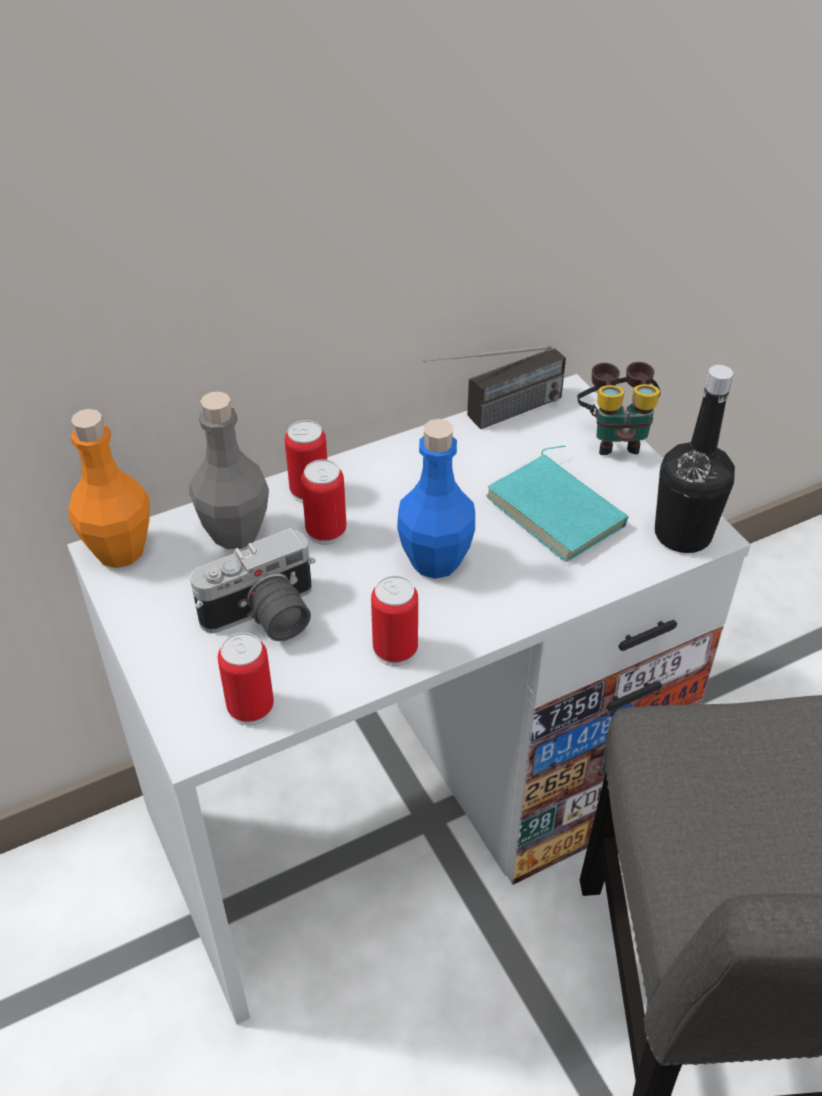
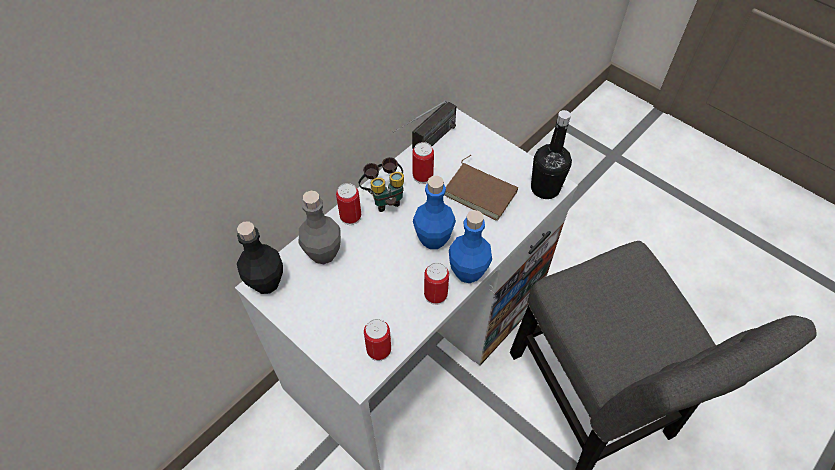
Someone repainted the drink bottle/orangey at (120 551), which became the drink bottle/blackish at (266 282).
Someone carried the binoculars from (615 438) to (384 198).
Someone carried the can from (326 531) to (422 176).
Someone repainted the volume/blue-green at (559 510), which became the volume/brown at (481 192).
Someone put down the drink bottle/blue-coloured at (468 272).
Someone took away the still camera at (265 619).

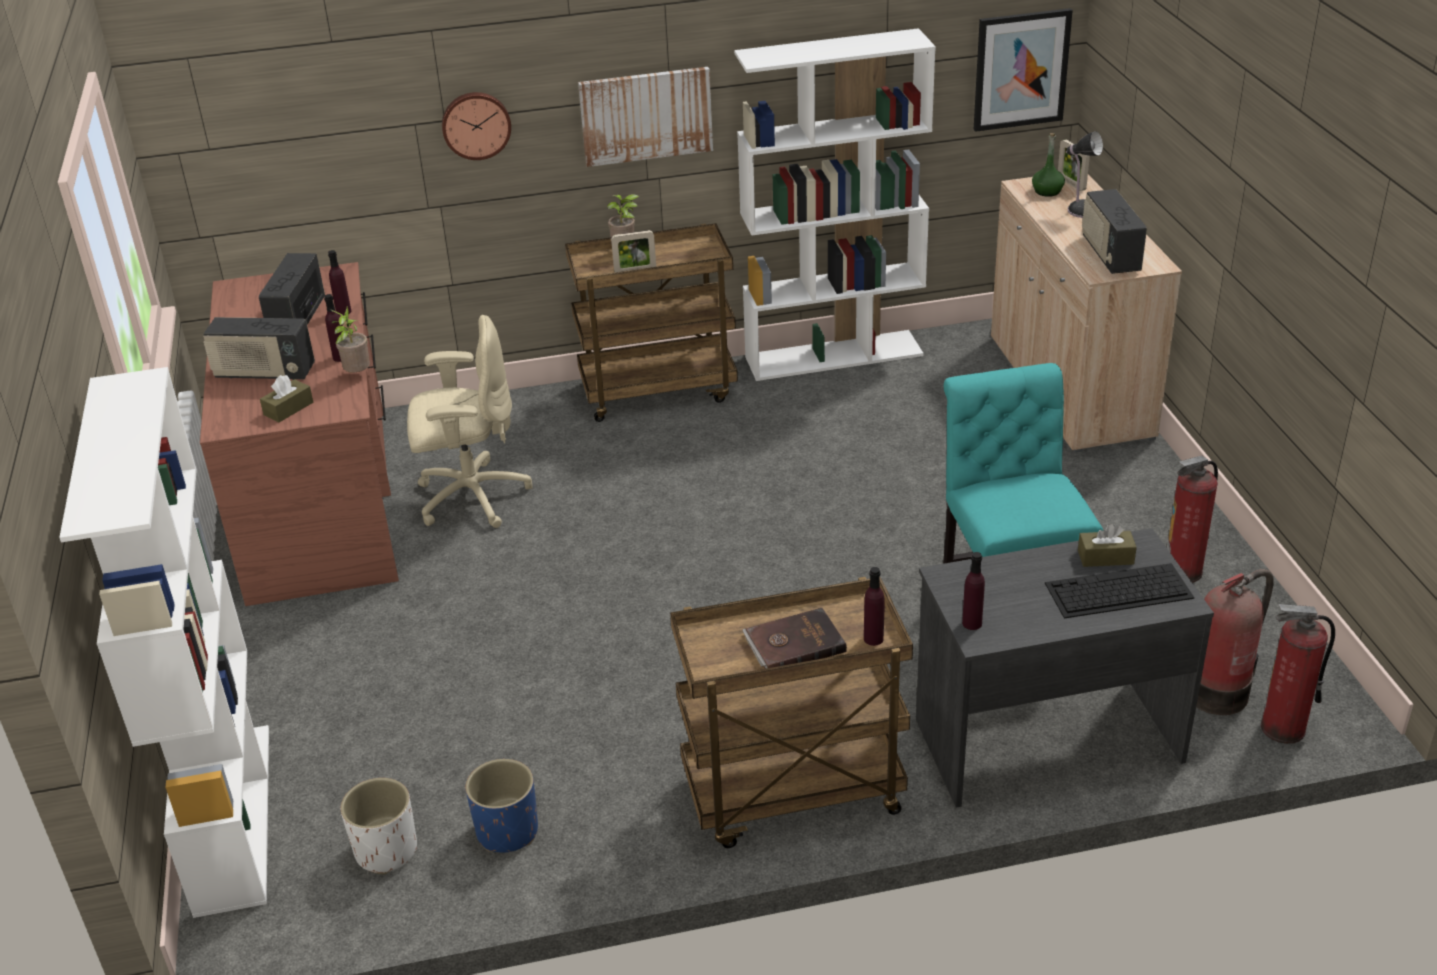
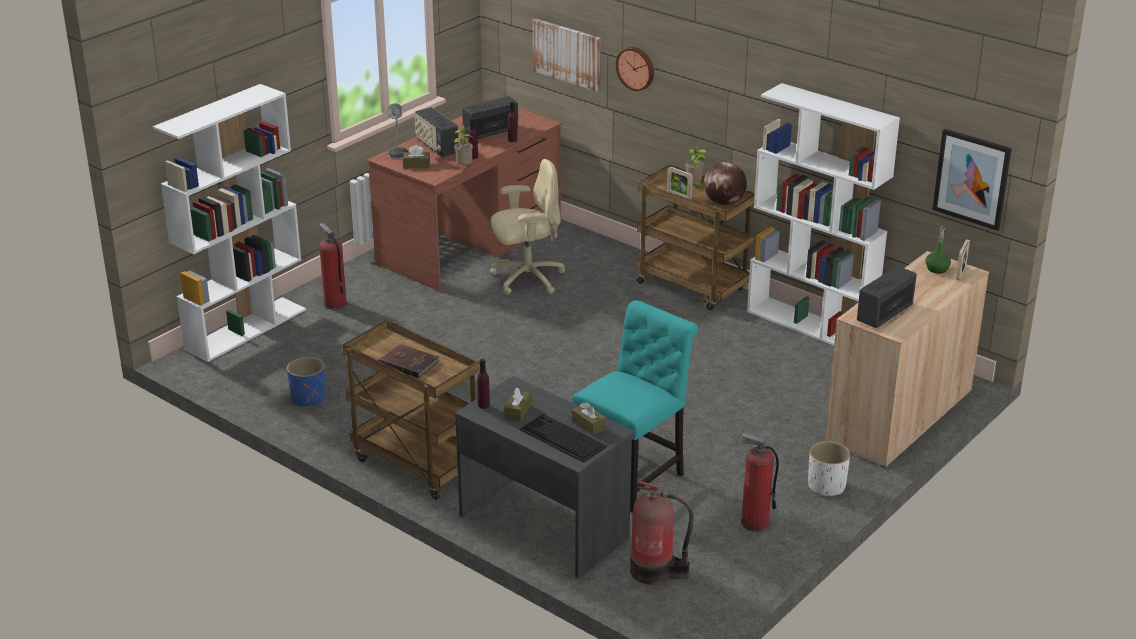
Someone carried the extinguisher from (1282 728) to (335 304).
Someone carried the tabletop lamp from (1082 210) to (398 153).
Someone rotated the office chair/beige-coloured at (471 497) by 60 degrees counterclockwise.
Someone put down the box of tissues/brown at (518 411).
Someone carried the wall picture from (646 115) to (567 54).
Someone put down the world globe at (724 203).
Someone carried the flower pot/whitish from (386 850) to (826 486).
Someone took away the drink bottle/purple at (873 639).

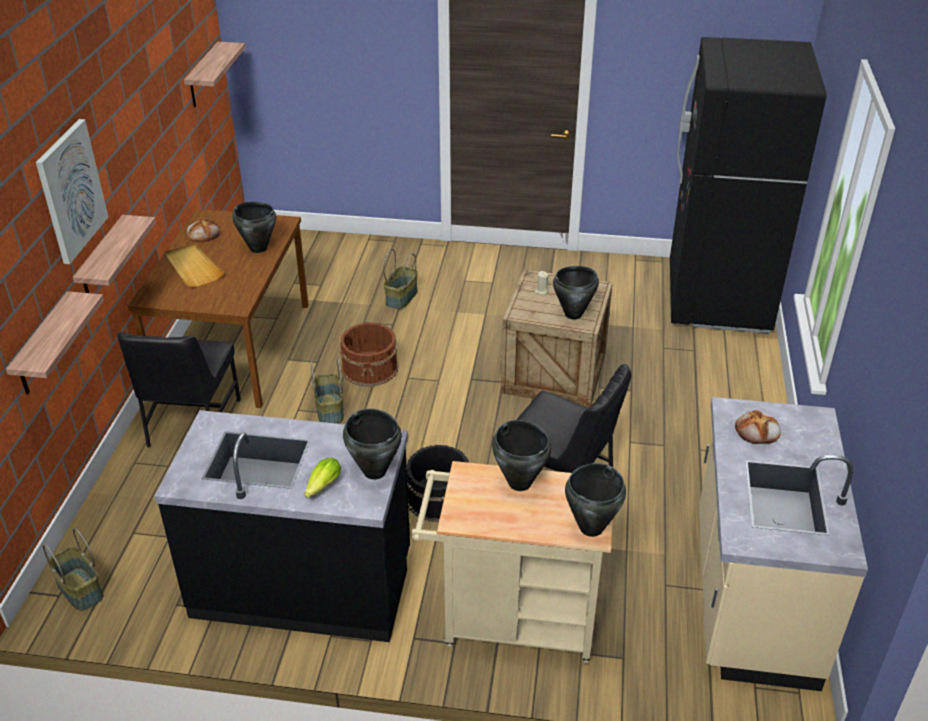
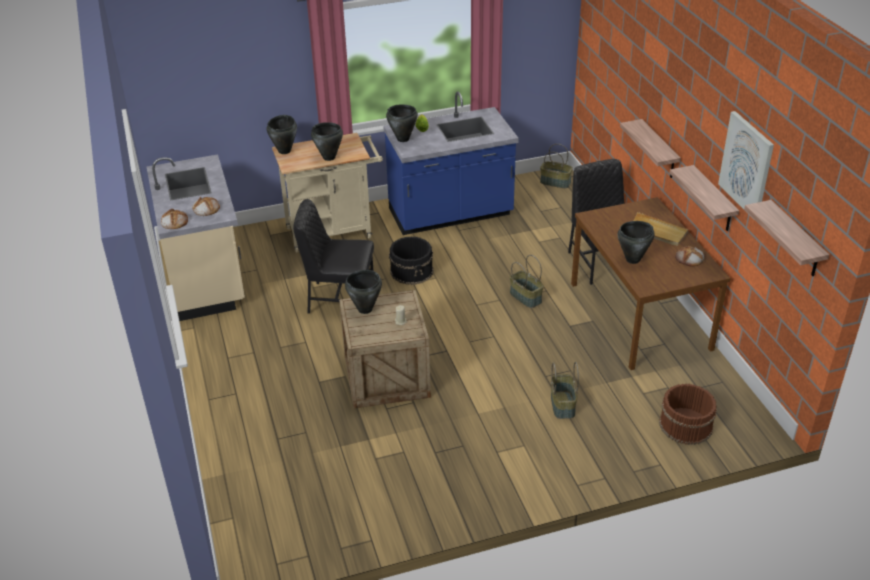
Someone put down the baked bread at (174 221).
Someone repainted the counter/blackish at (303 584), which became the counter/blue-coloured at (450 214).
Someone carried the pail/brown from (370 368) to (685 425).
Someone carried the wall shelf from (43 346) to (713 200).
Someone carried the wall picture from (71 191) to (746 164).
Someone took away the kitchen fridge/blackish at (718 299).

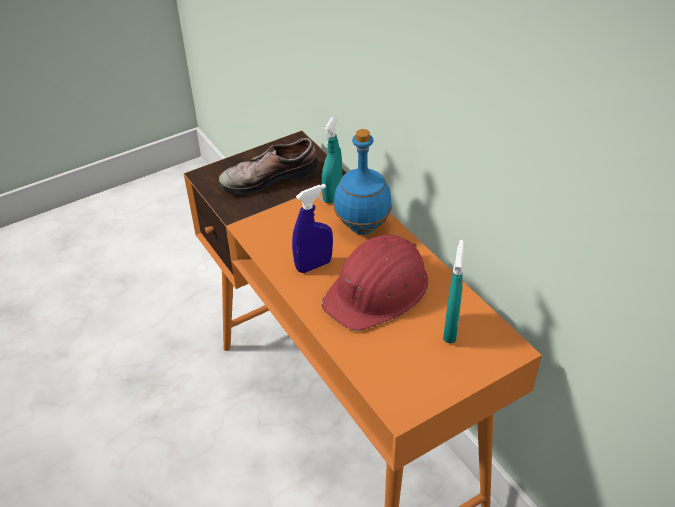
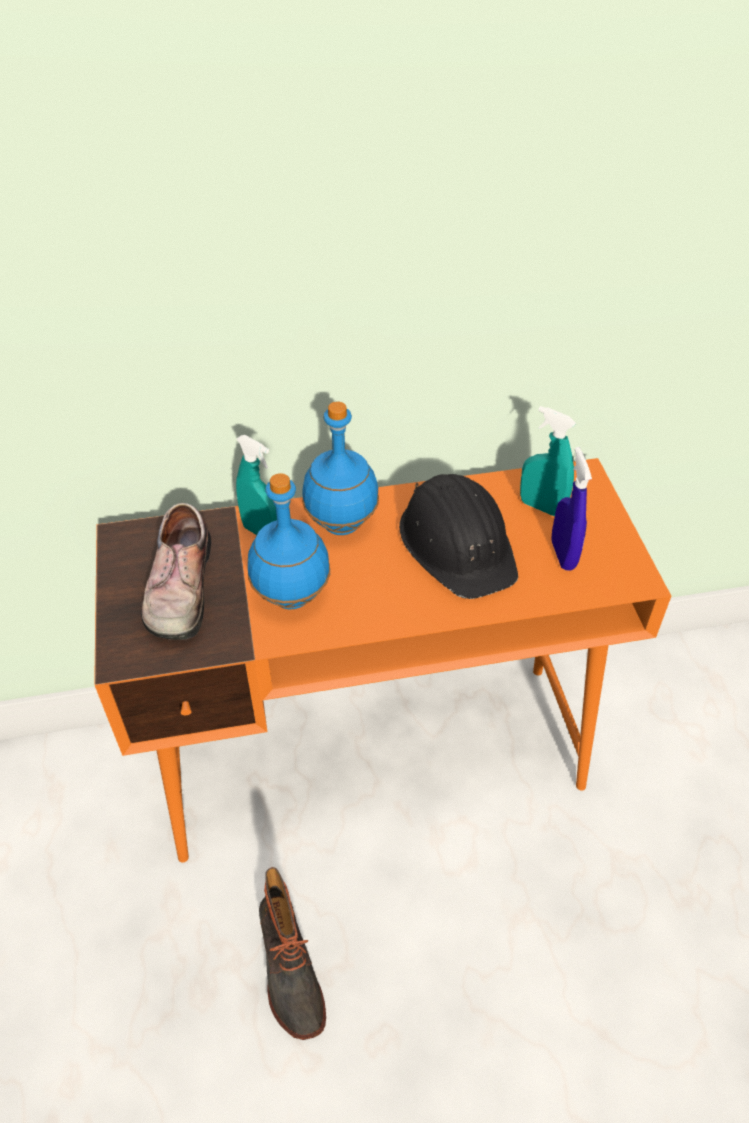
Someone put down the drink bottle/blue-coloured at (292 595).
Someone put down the boot at (288 971).
Someone repainted the safety helmet/reddish at (378 290), which became the safety helmet/blackish at (457 544).
Someone carried the spray bottle/blue-coloured from (314 265) to (563 554).

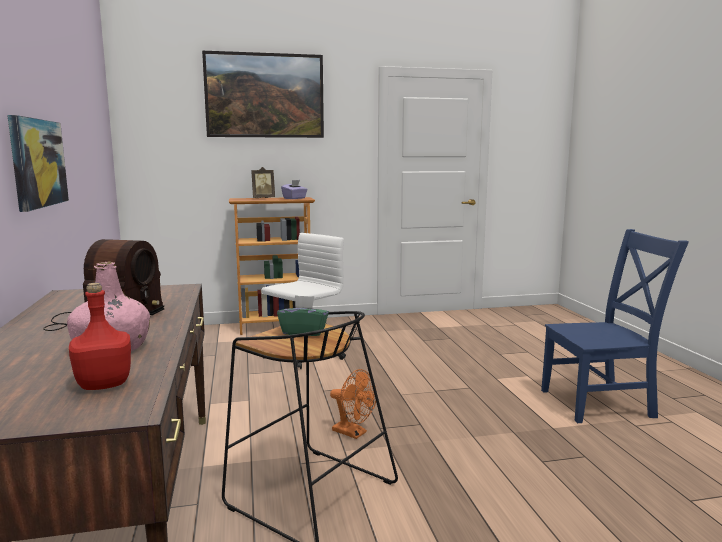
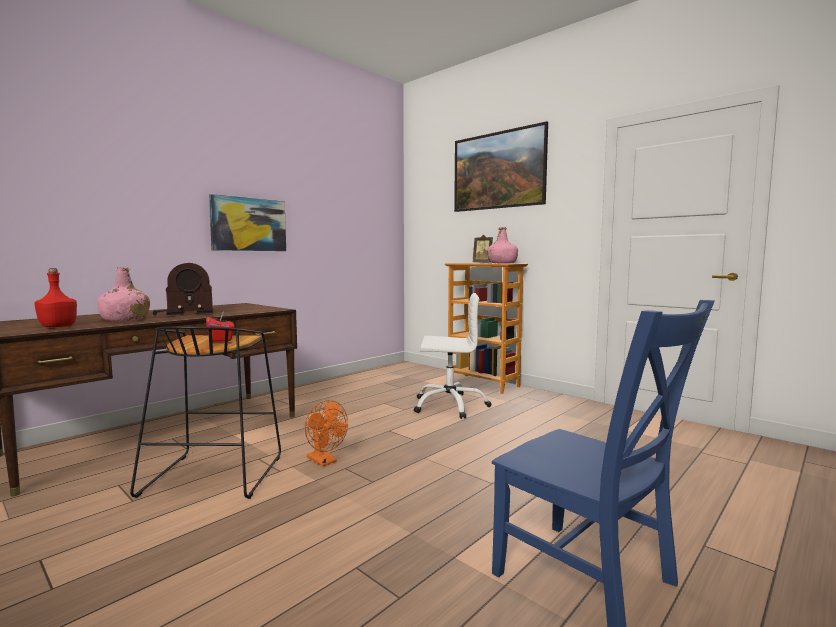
Someone repainted the box of tissues/greenish at (304 332), which became the box of tissues/reddish at (220 339).
Someone rotated the cooling fan/orangey at (354 433) by 45 degrees counterclockwise.
Someone swapped the box of tissues/purple at (294 198) for the drink bottle/pink at (502 263).

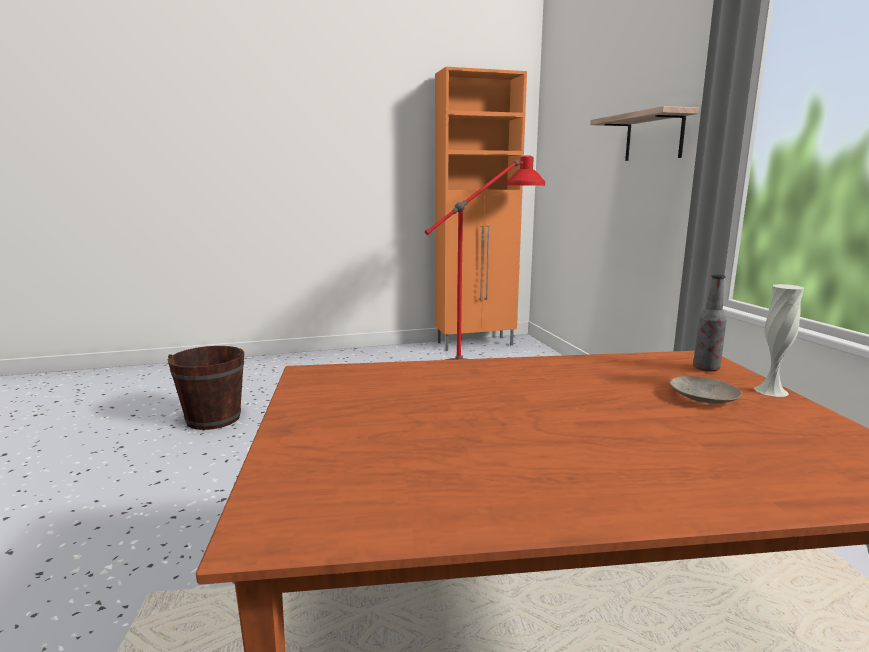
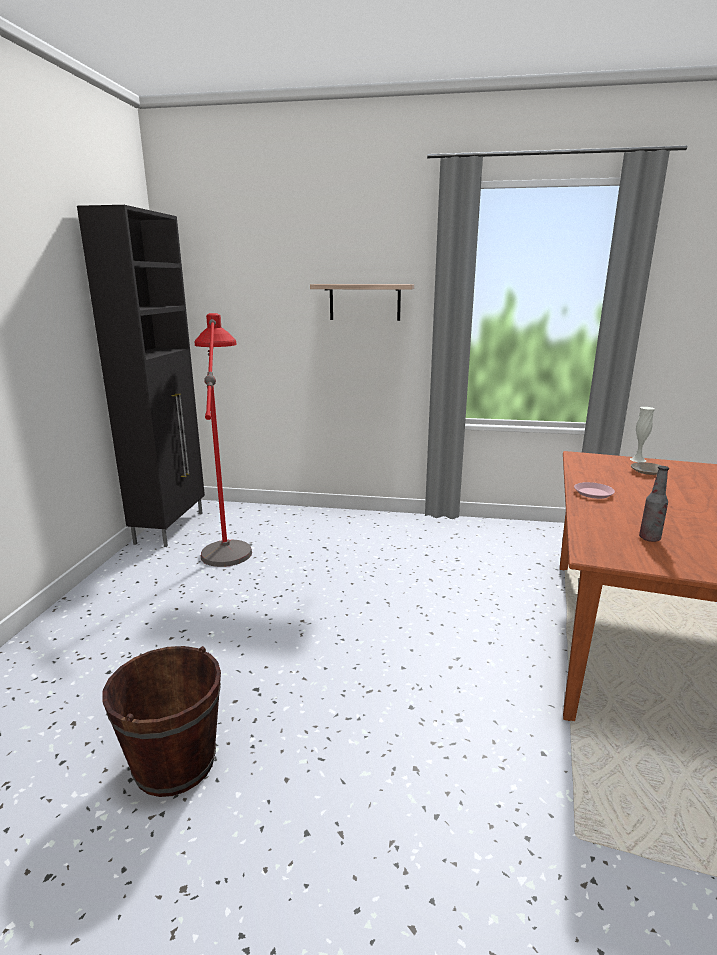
Someone repainted the storage cabinet/orangey at (476 344), which became the storage cabinet/blackish at (171 527).
Someone put down the plate/pink at (593 493).
Someone carried the drink bottle from (706 368) to (649 538).

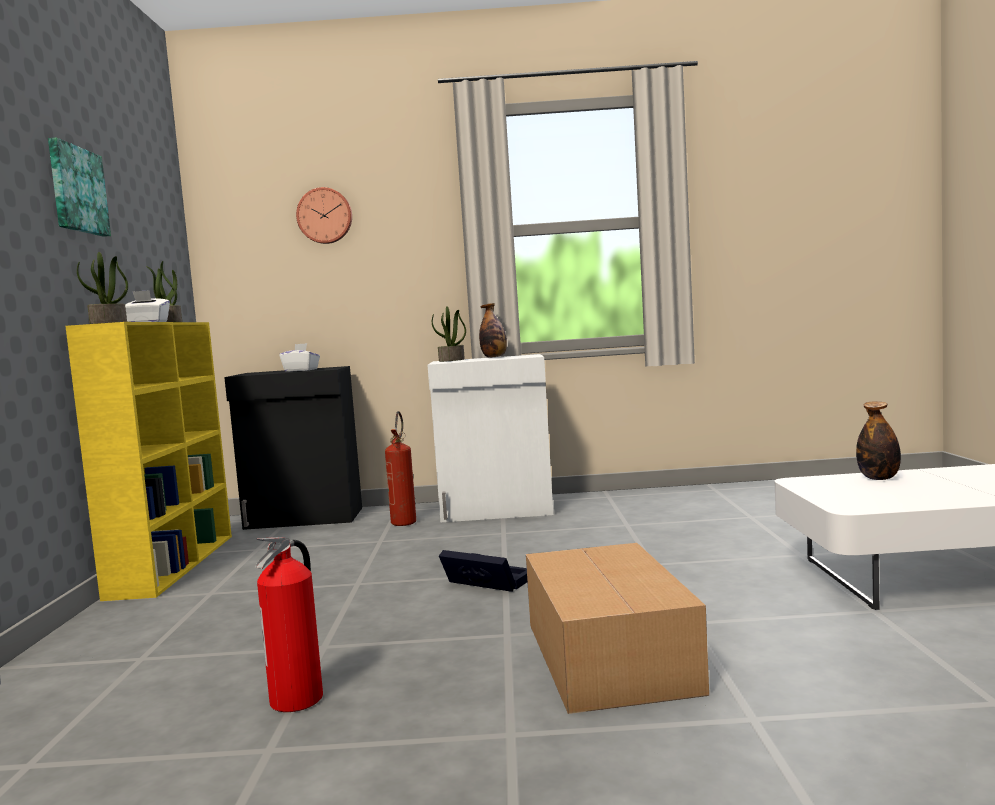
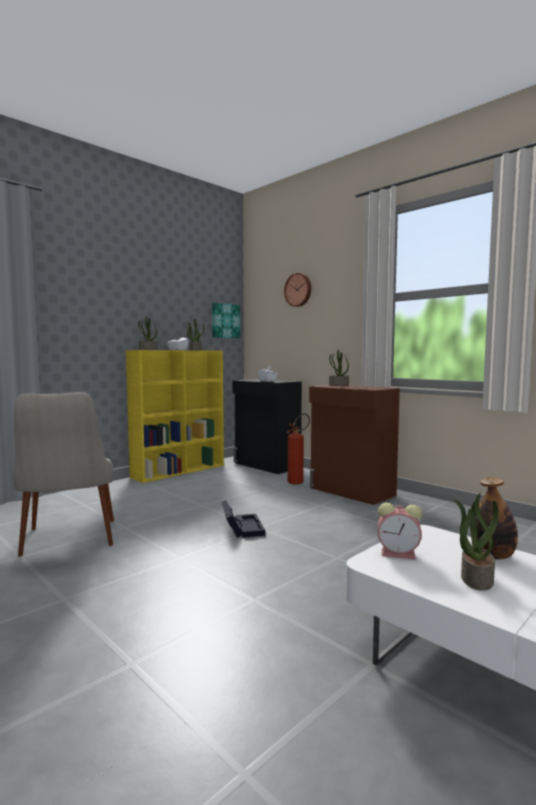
Someone swapped the extinguisher at (298 699) for the upright chair/beige-coloured at (68 543).
Someone carried the wall picture from (76 190) to (225 321).
Someone repainted the storage cabinet/whitish at (497 511), which became the storage cabinet/brown at (351 492).
Someone put down the alarm clock at (399 554).
Someone put down the potted plant at (476 578).
Someone took away the drink bottle at (494 357).
Someone took away the cardboard box at (609 655).

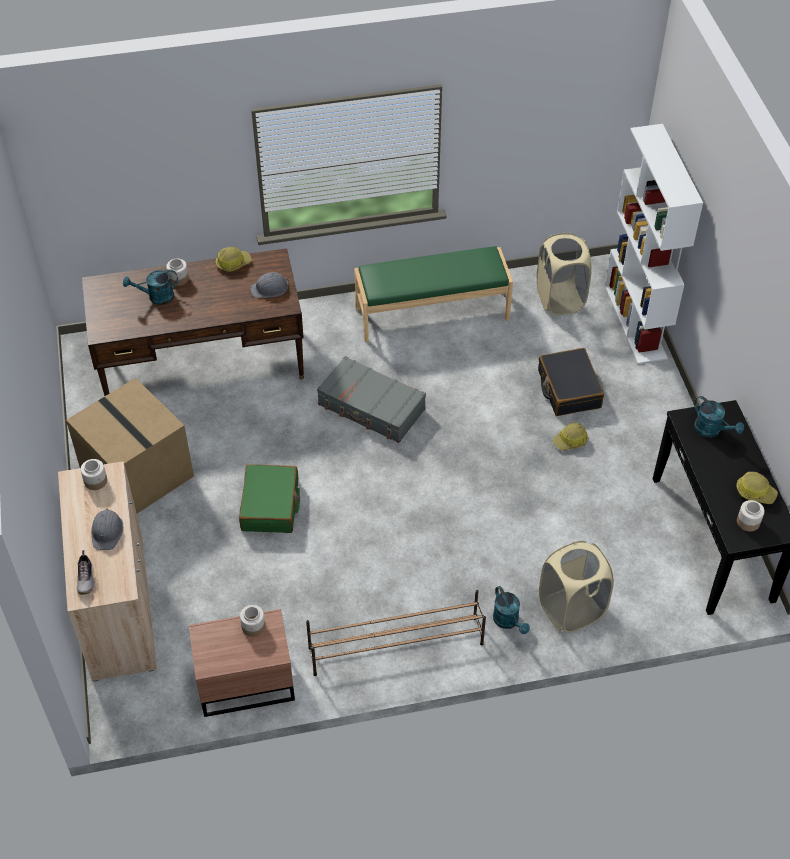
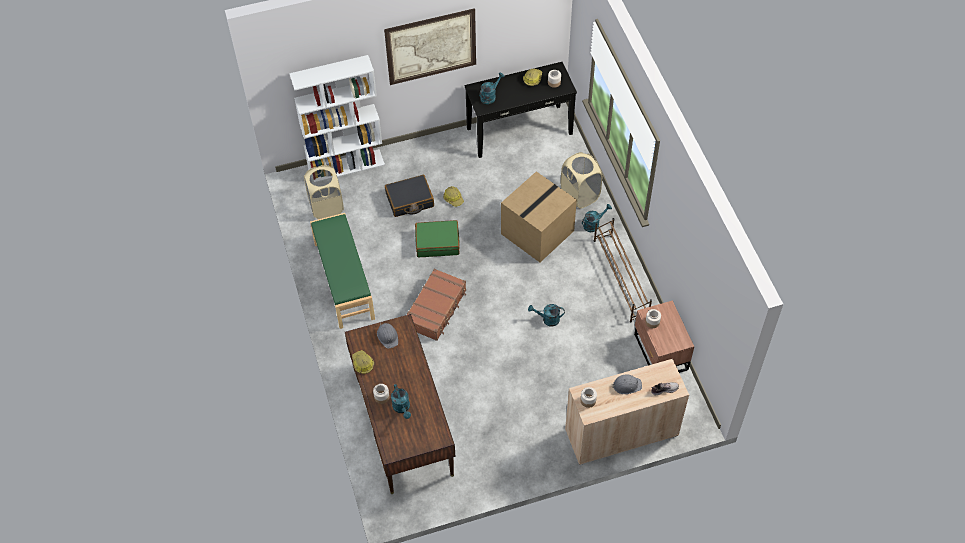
Someone put up the wall picture at (431 46).
Someone repainted the suitcase/grey at (371 408), which became the suitcase/brown at (436 309).
Someone carried the suitcase/greenish from (270 505) to (437 243).
Someone carried the cardboard box from (135 473) to (537 233).
Someone put down the watering pot/blue-green at (547 319).

